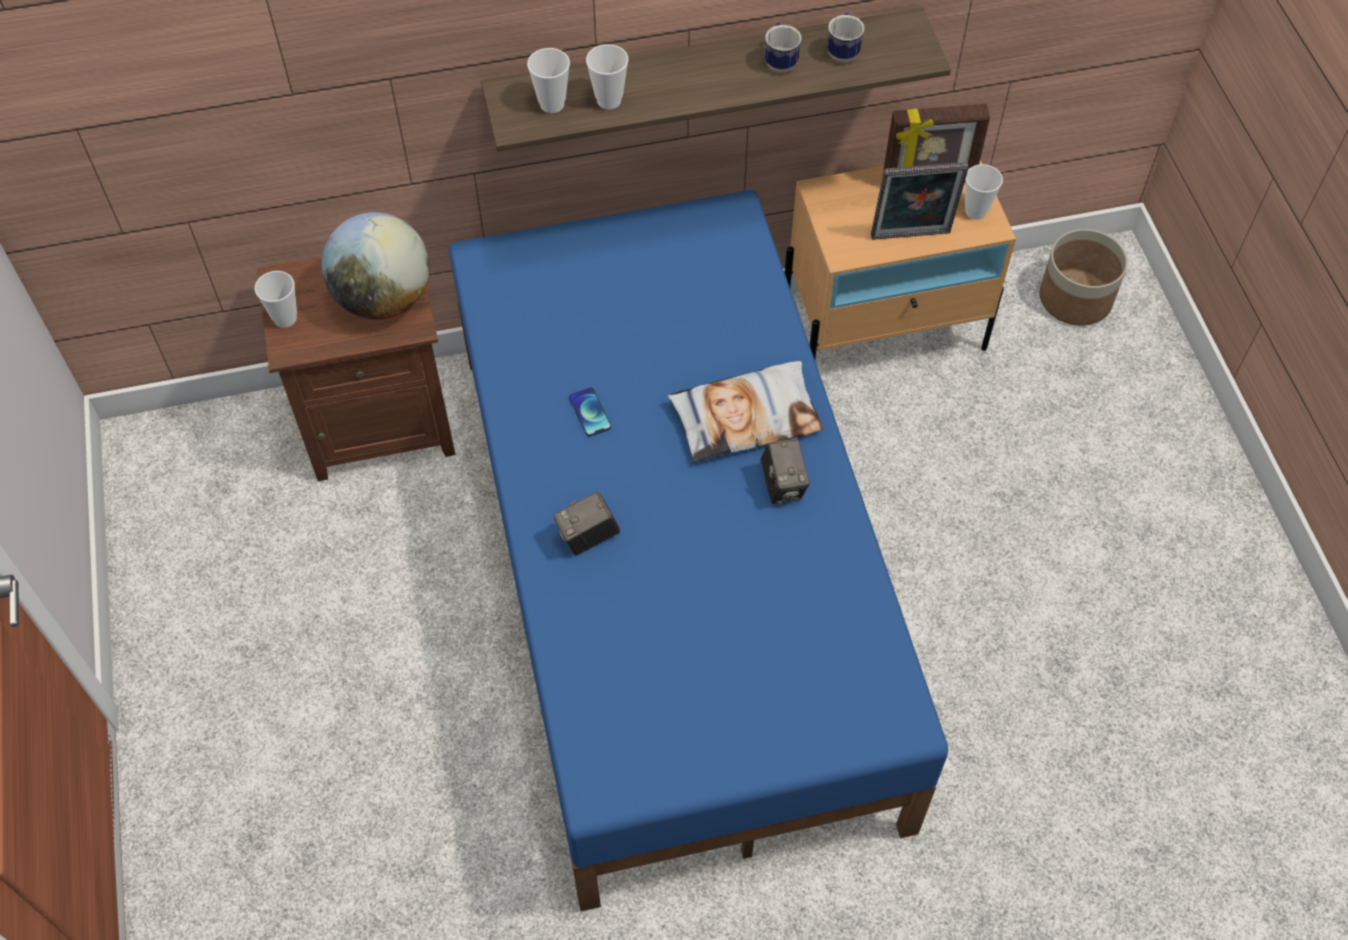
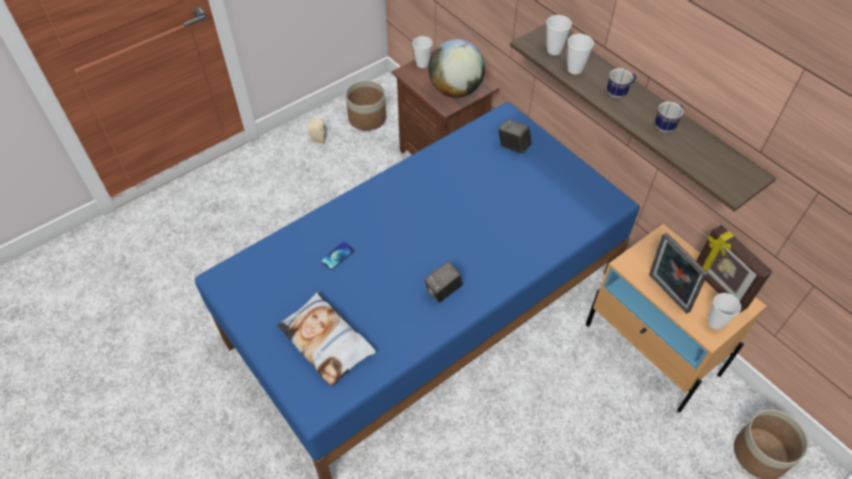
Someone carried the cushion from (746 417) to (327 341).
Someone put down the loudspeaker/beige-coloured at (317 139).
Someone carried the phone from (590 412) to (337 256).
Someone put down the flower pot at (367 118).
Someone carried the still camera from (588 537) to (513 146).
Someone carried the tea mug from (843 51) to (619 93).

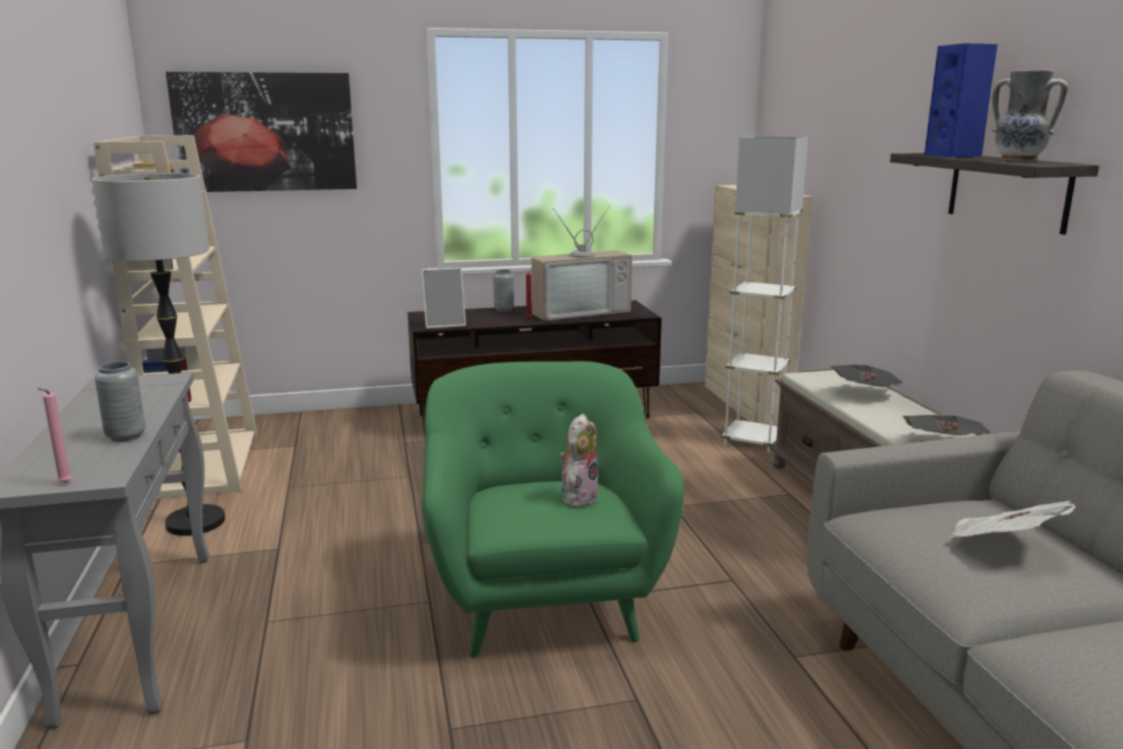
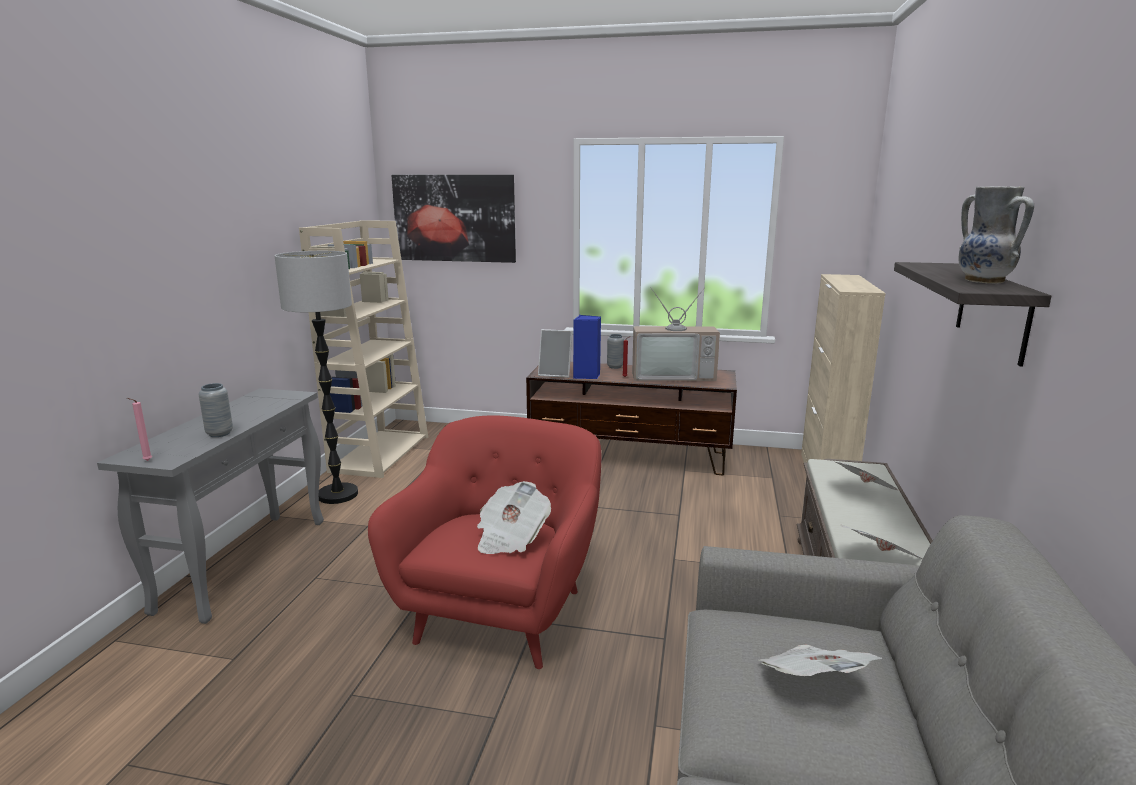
Someone repainted the easy chair/greenish at (543 598), which became the easy chair/reddish at (502 612).
Someone swapped the cuddly toy at (578 497) for the printed paper at (511 537).
Someone carried the loudspeaker/blue-coloured from (954 155) to (586 376).
Someone took away the standard lamp/whitish at (752 441).

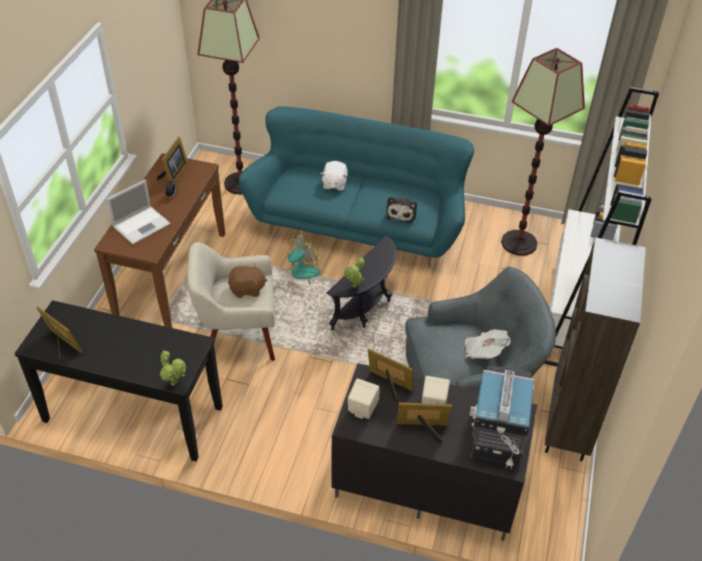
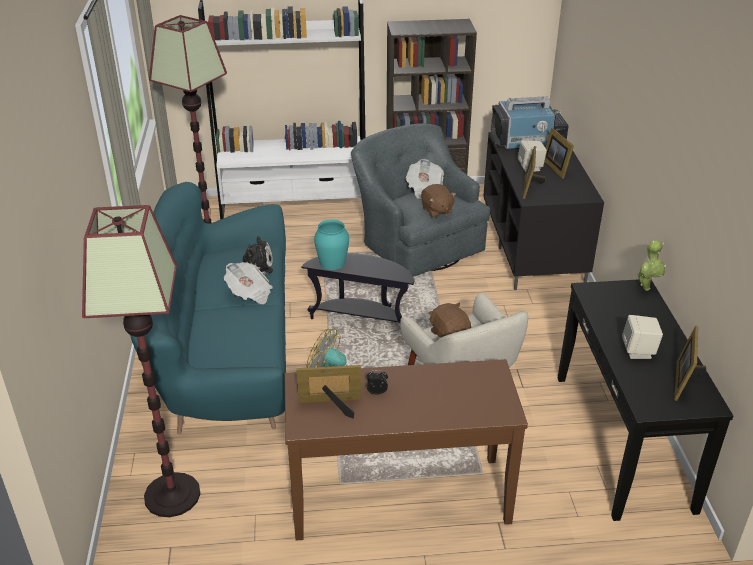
Someone put down the printed paper at (249 293).
Someone put down the vase/blue-green at (332 262).
Someone put down the cuddly toy/brown at (436 210).
Someone carried the loudspeaker/beige-coloured from (362 409) to (638 351).
Someone took away the notebook computer at (142 224).
Someone took away the cuddly toy/whitish at (334 184).
Someone took away the potted plant at (354 287).

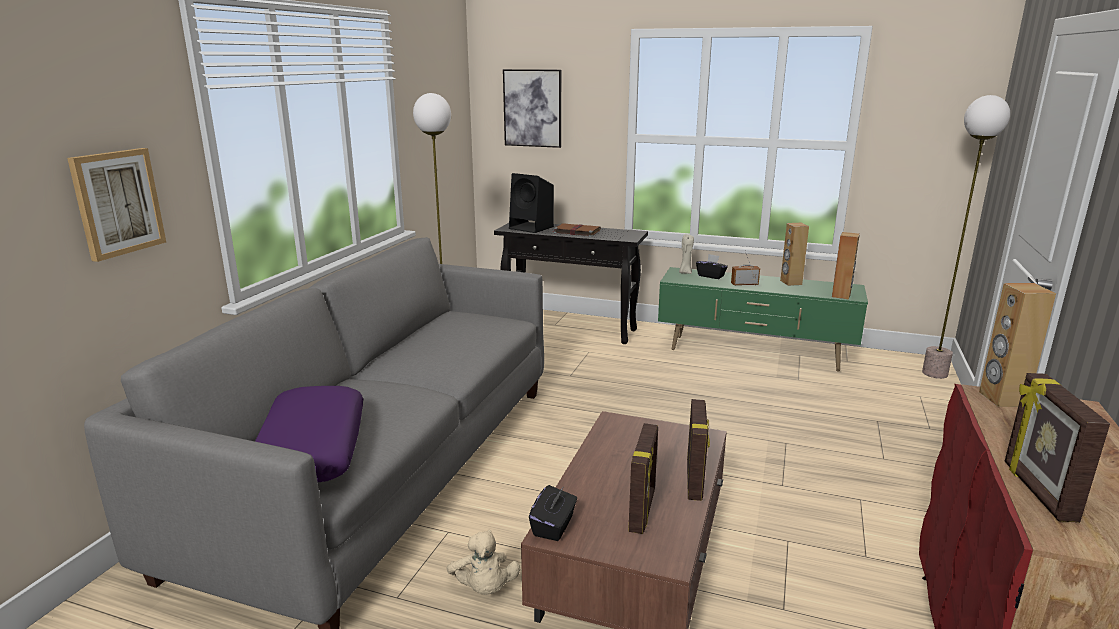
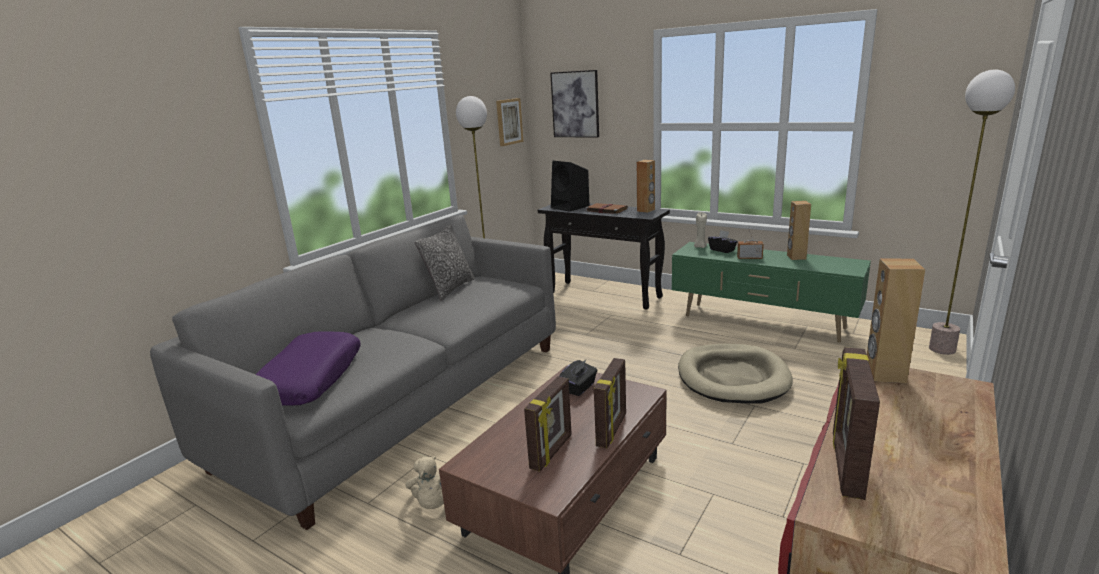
Someone put down the cushion at (450 289).
Someone carried the wall picture from (117 202) to (508 122).
Someone carried the box of tissues/blackish from (554 526) to (579 387).
Someone carried the loudspeaker/brown from (841 295) to (646 210).
Someone put down the dog bed/beige-coloured at (732 377).

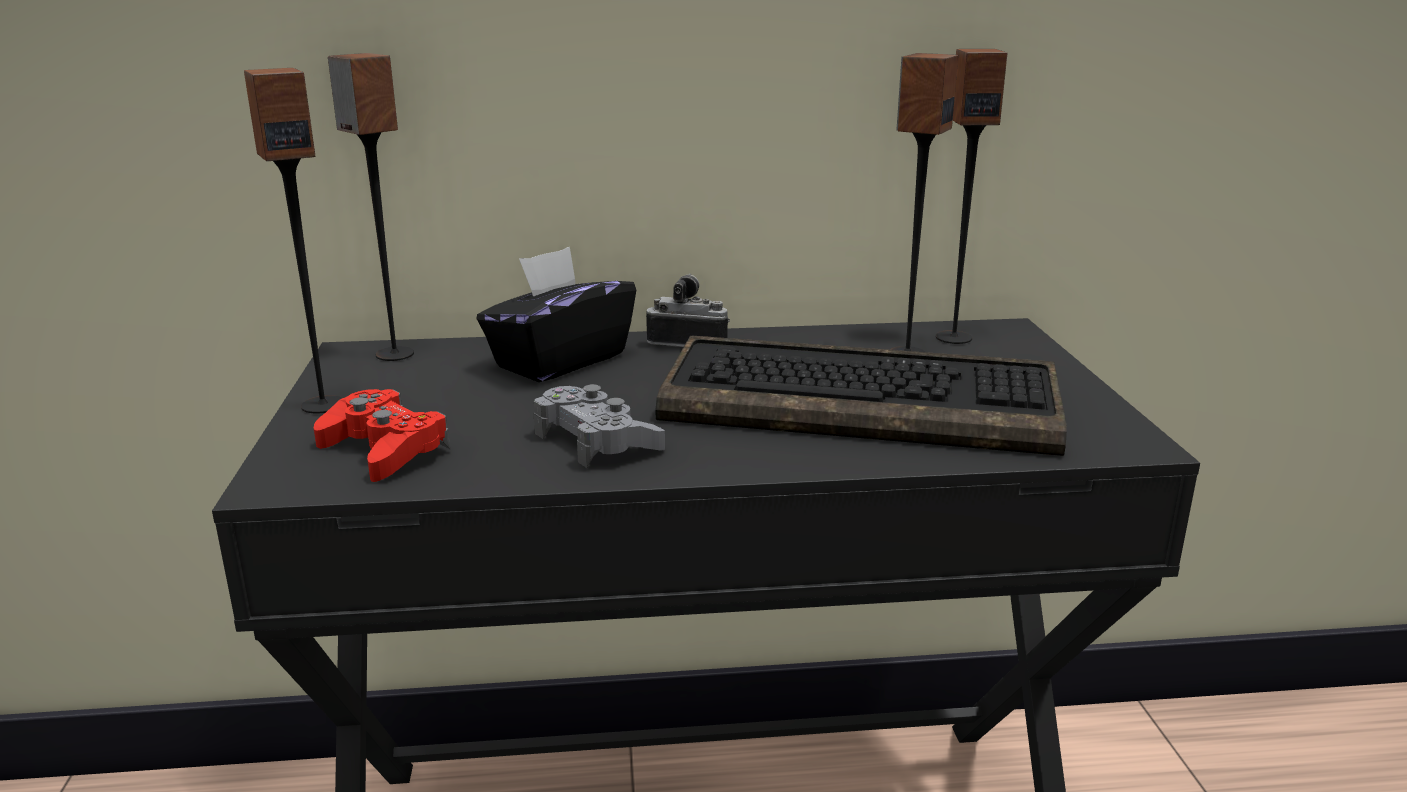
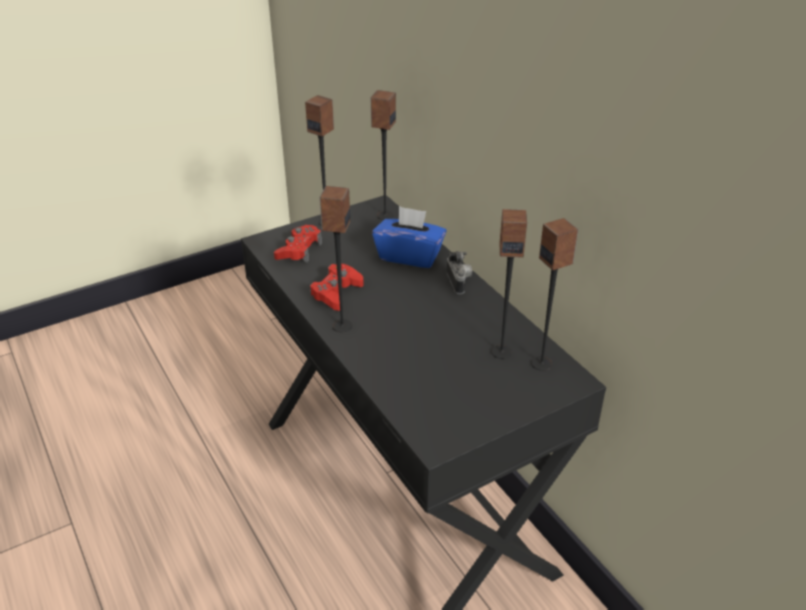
Someone repainted the game controller/grey at (597 441), which became the game controller/reddish at (336 292).
Someone put down the loudspeaker at (341 326).
Someone repainted the box of tissues/blackish at (559 361), which became the box of tissues/blue-coloured at (410 256).
Someone took away the keyboard at (863 402).

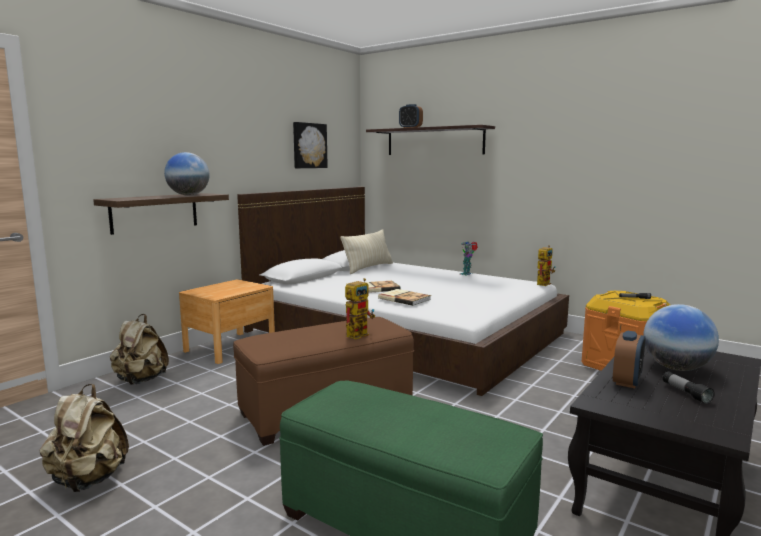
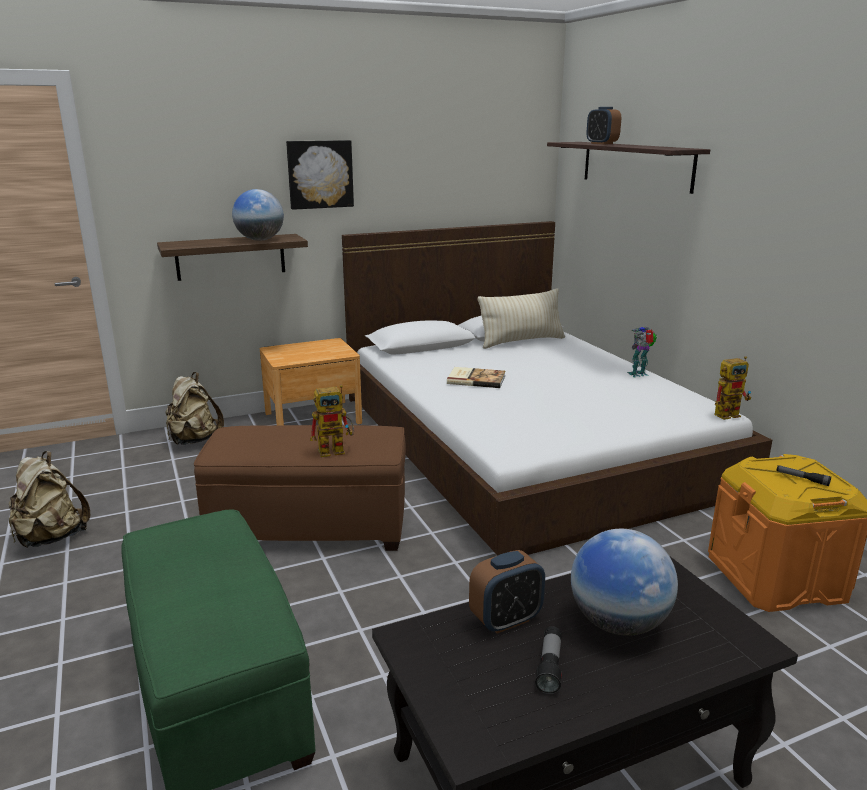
Someone carried the wall picture from (309 145) to (320 174).
Someone took away the volume at (404 298).

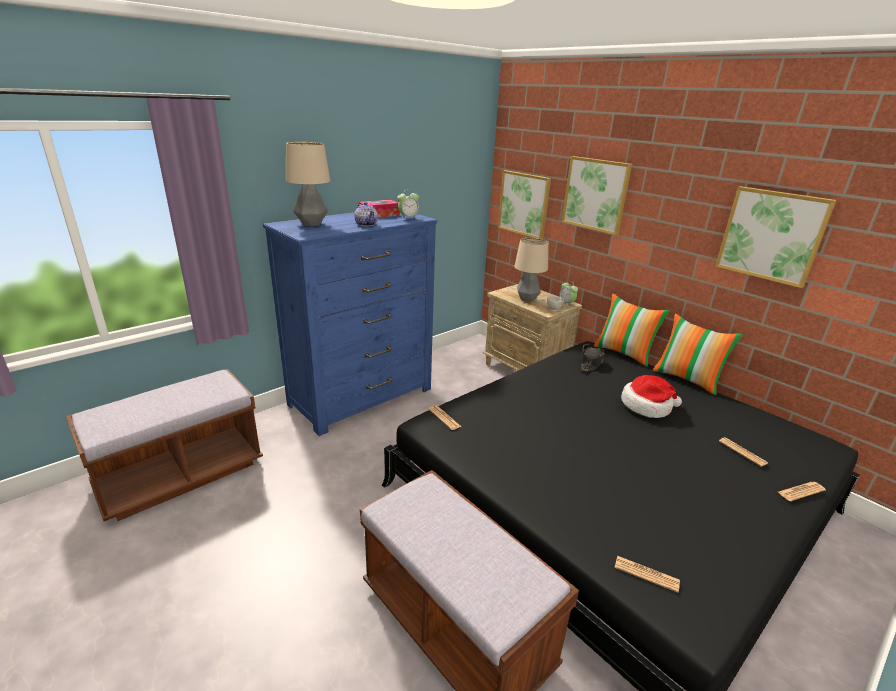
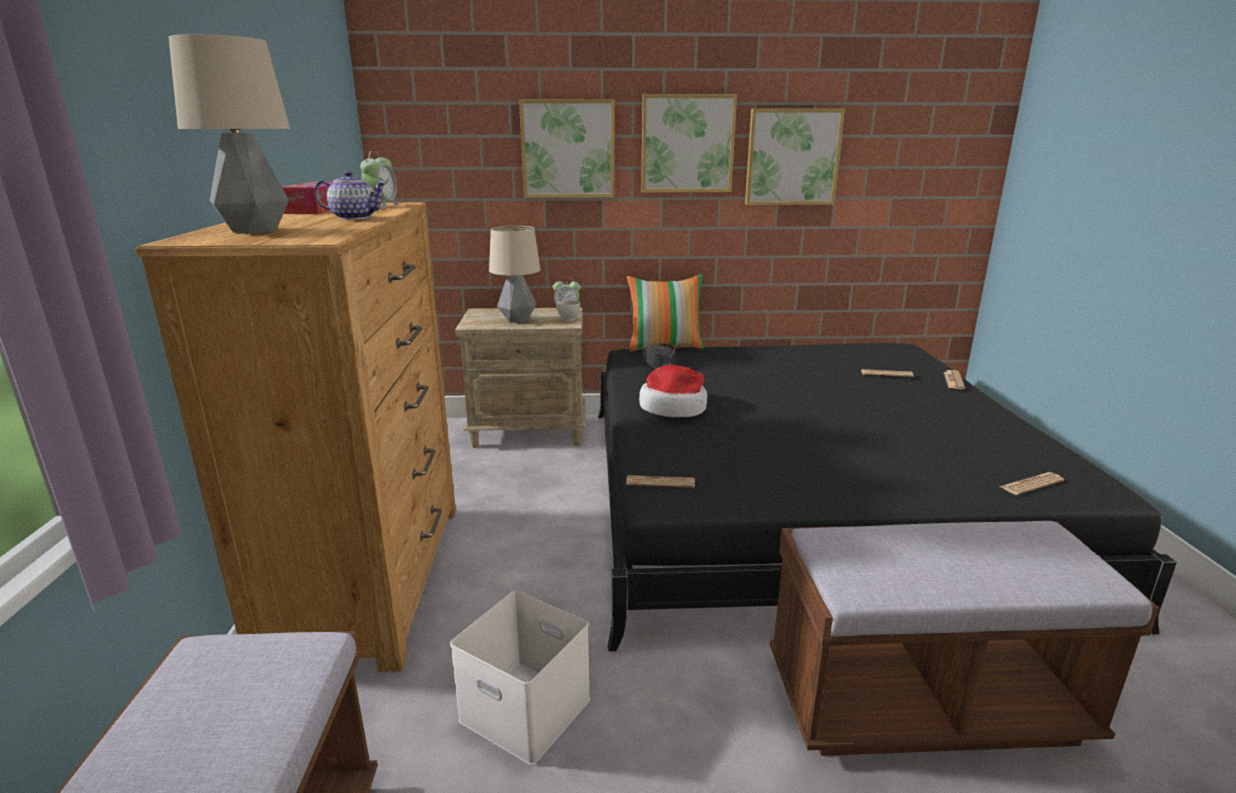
Someone repainted the dresser/blue-coloured at (362 397), which became the dresser/brown at (371 577).
Someone put down the storage container/whitish at (528 709).
Someone carried the hat from (647 406) to (674 407).
Someone carried the wall picture from (524 204) to (687 144).
Someone took away the cushion at (687 379).

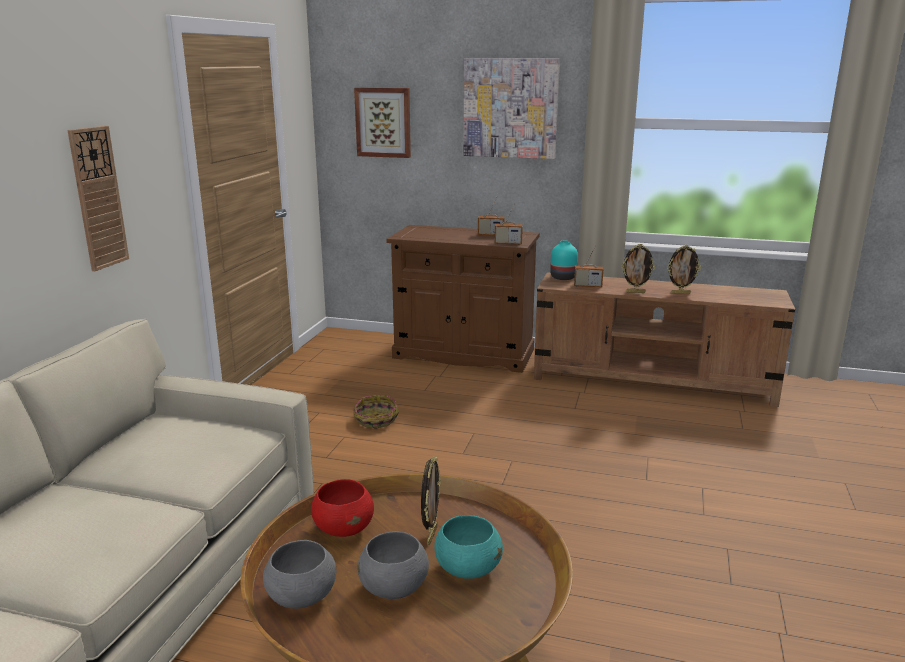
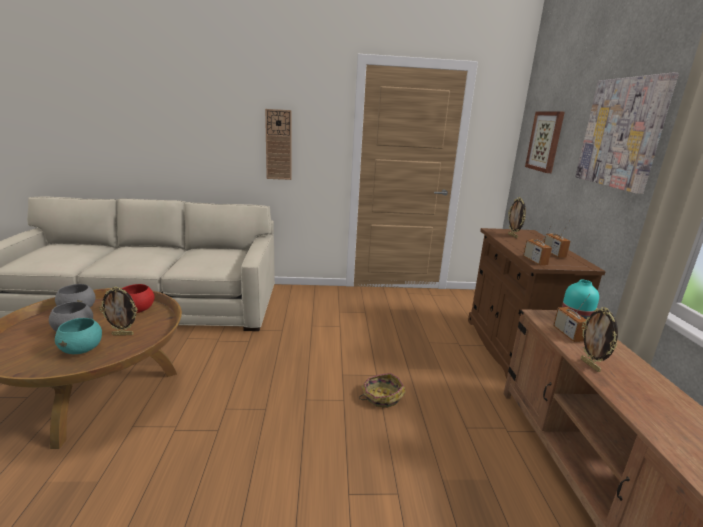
Someone carried the basket from (375 420) to (381 396).
Someone carried the standing frame from (680 293) to (513 236).

